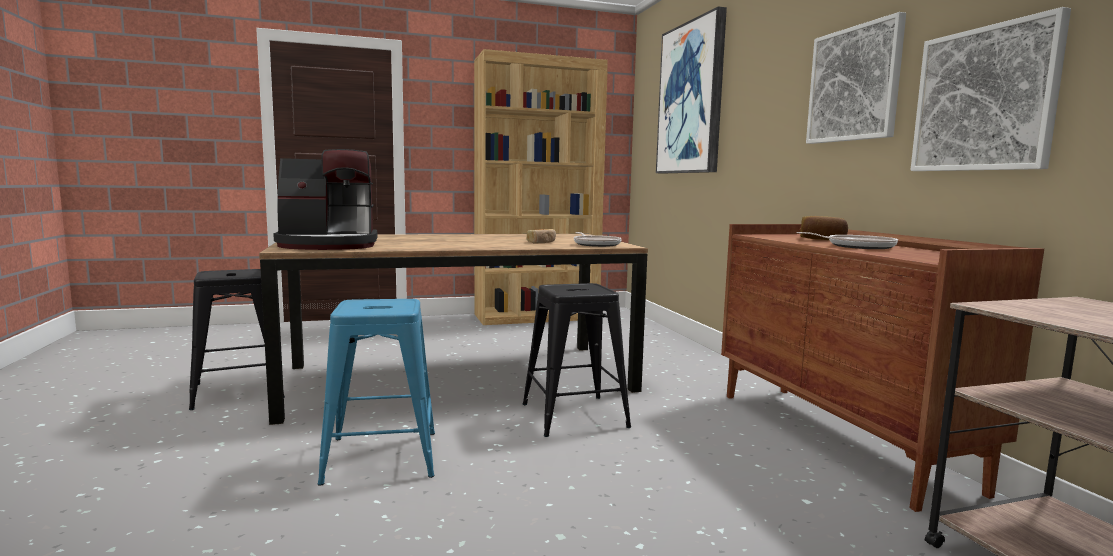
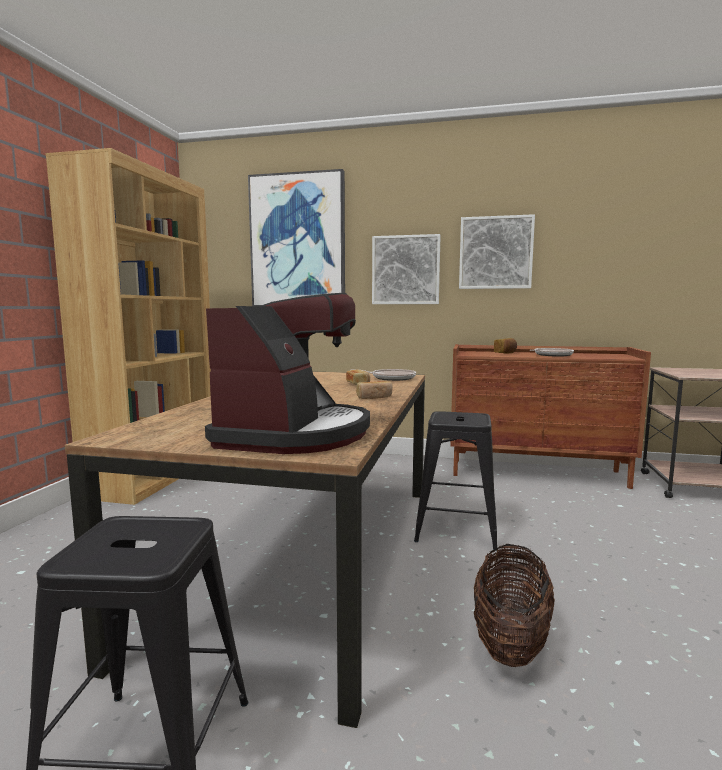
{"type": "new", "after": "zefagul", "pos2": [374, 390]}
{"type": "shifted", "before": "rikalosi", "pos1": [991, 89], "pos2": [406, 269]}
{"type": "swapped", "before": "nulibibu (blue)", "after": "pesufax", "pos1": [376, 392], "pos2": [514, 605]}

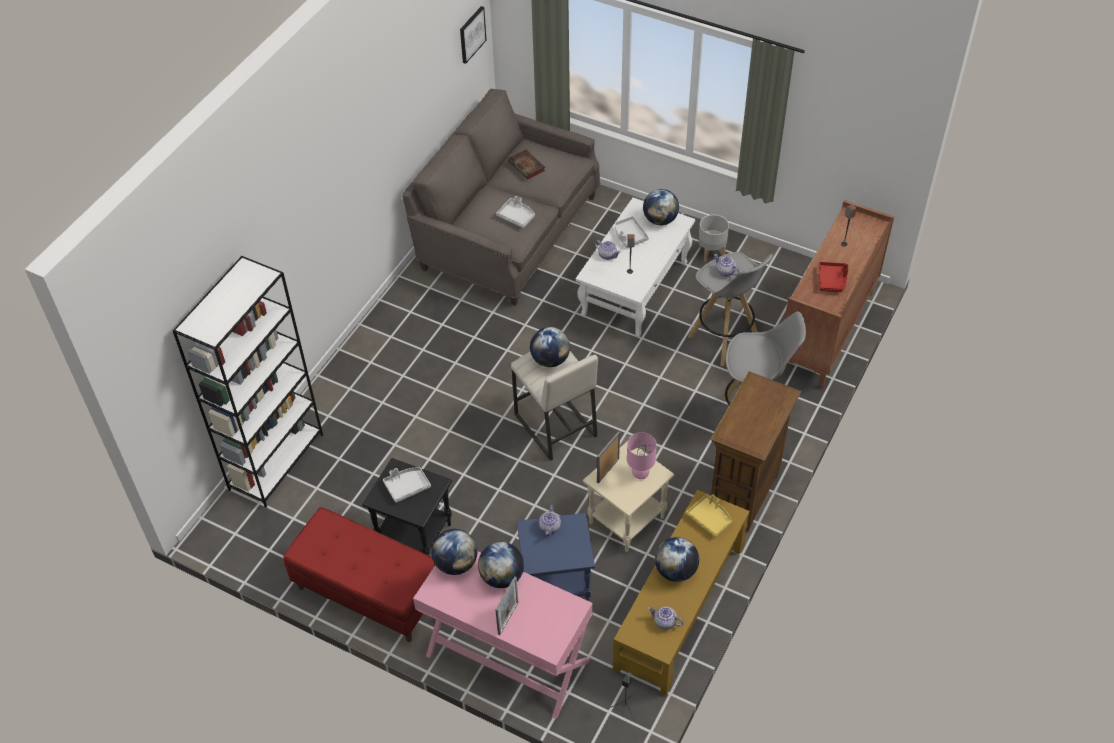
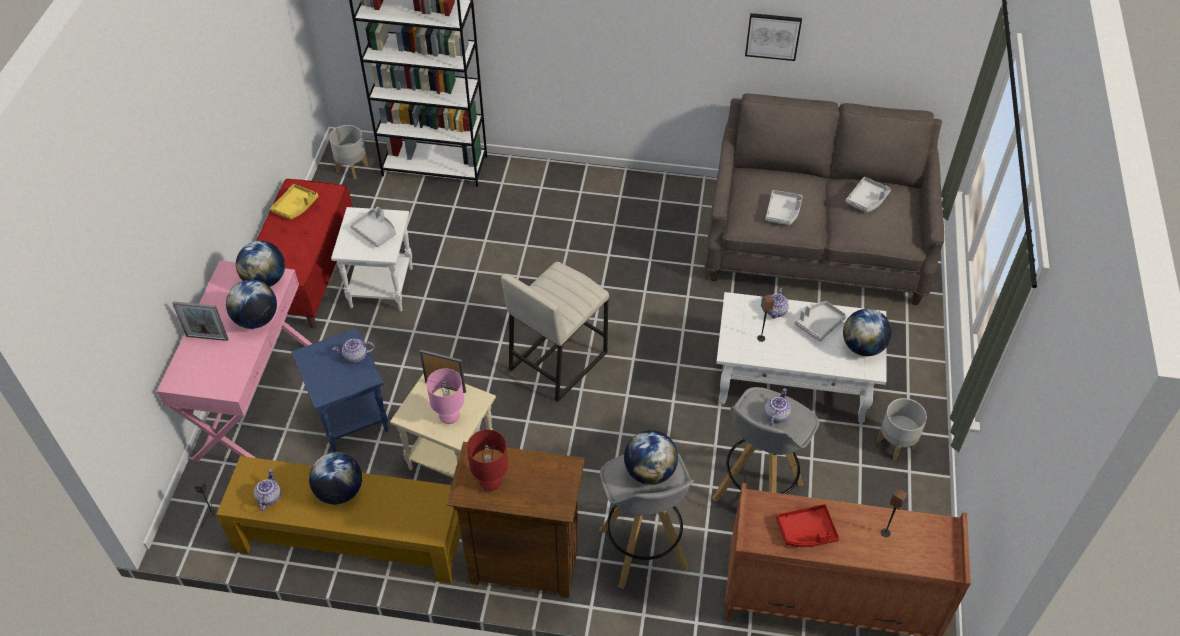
{"type": "shifted", "before": "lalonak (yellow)", "pos1": [709, 515], "pos2": [294, 201]}
{"type": "new", "after": "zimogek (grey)", "pos2": [348, 152]}
{"type": "repainted", "before": "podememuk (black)", "after": "podememuk (white)", "pos1": [407, 506], "pos2": [372, 259]}
{"type": "new", "after": "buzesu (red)", "pos2": [487, 460]}
{"type": "shifted", "before": "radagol", "pos1": [550, 347], "pos2": [651, 457]}
{"type": "shifted", "before": "rikalosi", "pos1": [473, 35], "pos2": [773, 37]}
{"type": "swapped", "before": "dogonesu", "after": "lalonak (grey)", "pos1": [526, 165], "pos2": [868, 194]}

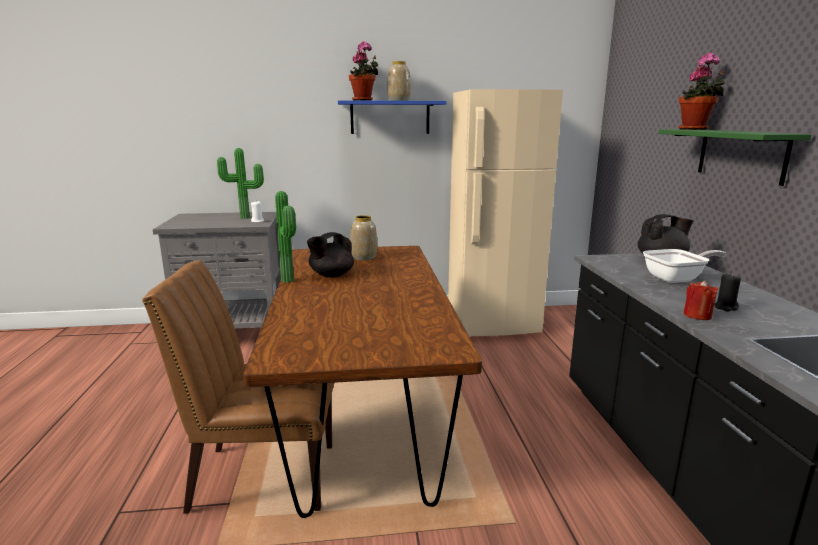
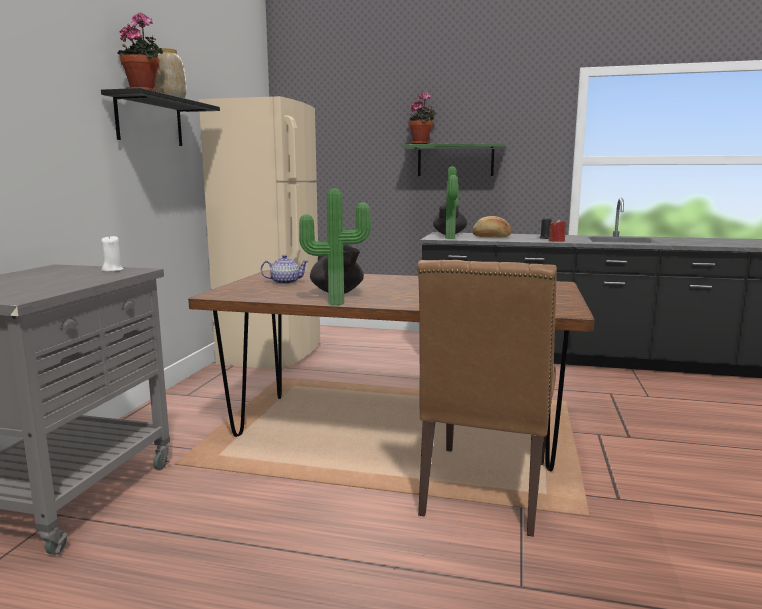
{"type": "repainted", "before": "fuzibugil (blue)", "after": "fuzibugil (black)", "pos1": [392, 117], "pos2": [160, 117]}
{"type": "swapped", "before": "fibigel", "after": "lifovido", "pos1": [363, 238], "pos2": [285, 269]}
{"type": "shifted", "before": "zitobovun", "pos1": [240, 183], "pos2": [452, 202]}
{"type": "swapped", "before": "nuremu", "after": "zefagul", "pos1": [684, 266], "pos2": [491, 226]}

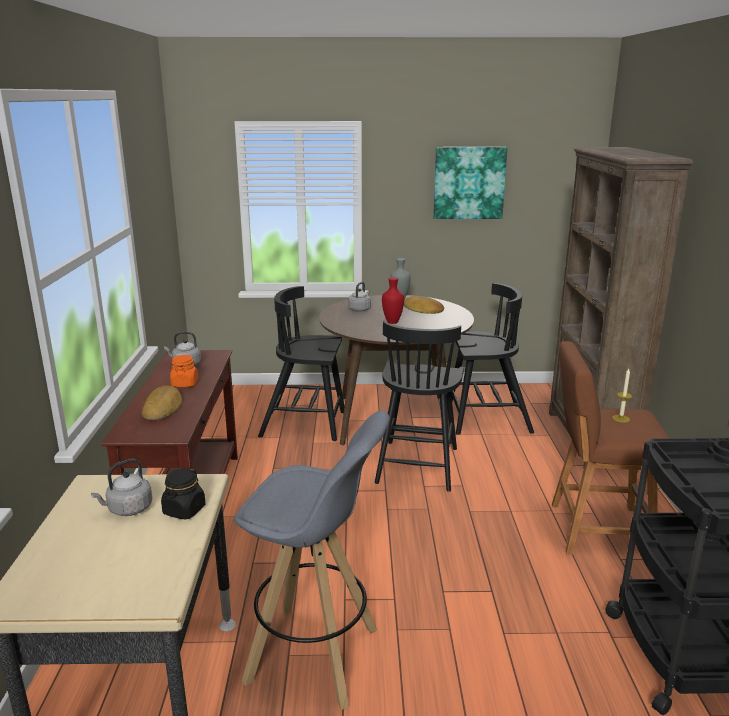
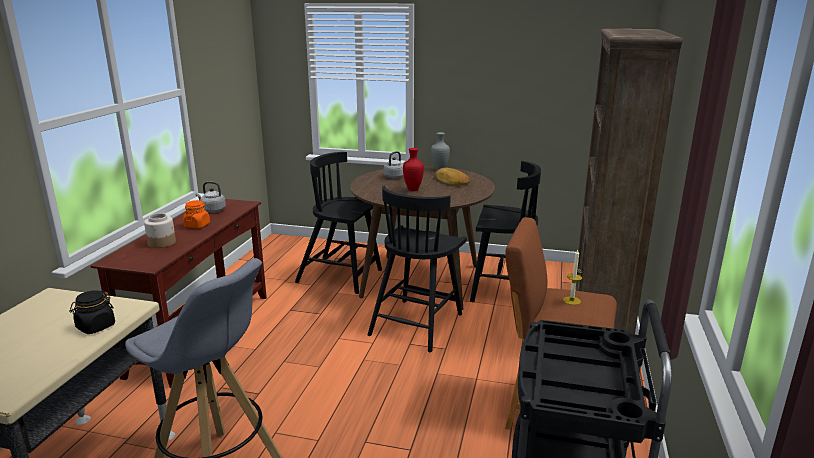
{"type": "swapped", "before": "zefagul", "after": "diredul", "pos1": [162, 402], "pos2": [160, 230]}
{"type": "gone", "before": "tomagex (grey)", "pos1": [121, 487]}
{"type": "gone", "before": "rikalosi", "pos1": [470, 183]}

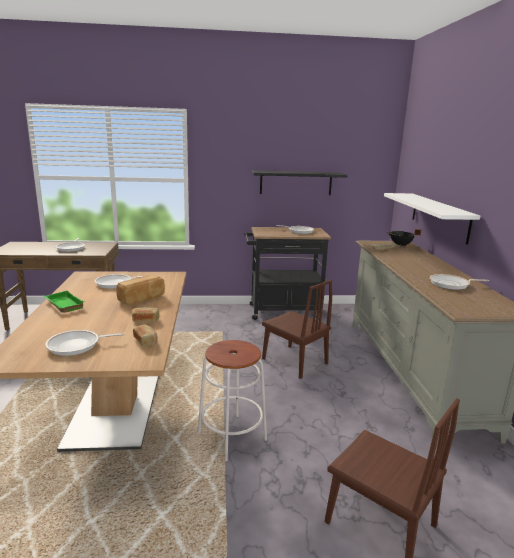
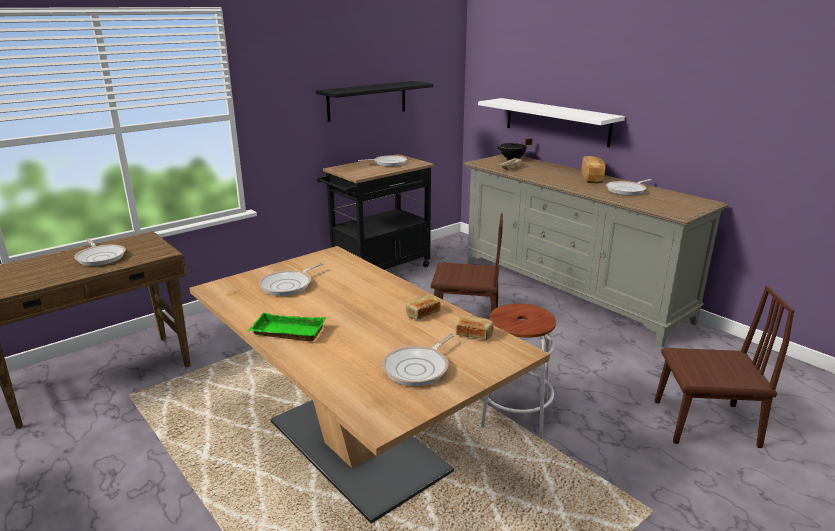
{"type": "shifted", "before": "zefagul", "pos1": [140, 290], "pos2": [593, 169]}

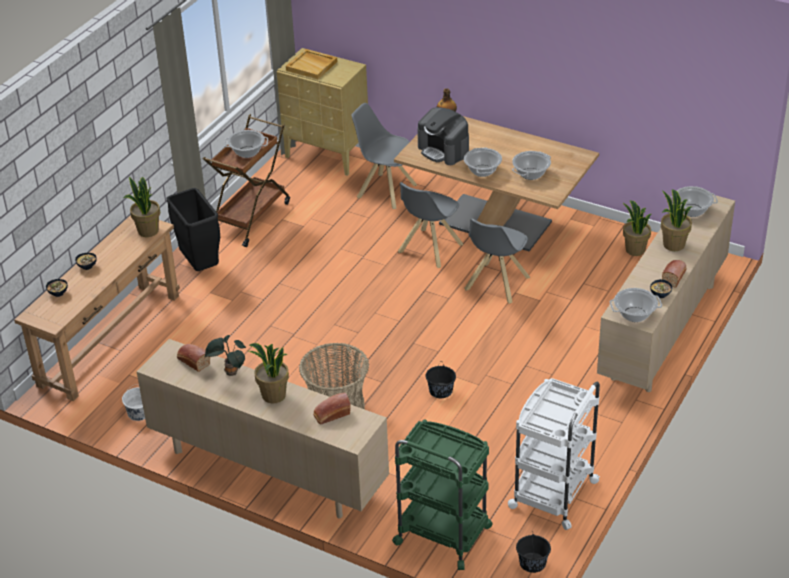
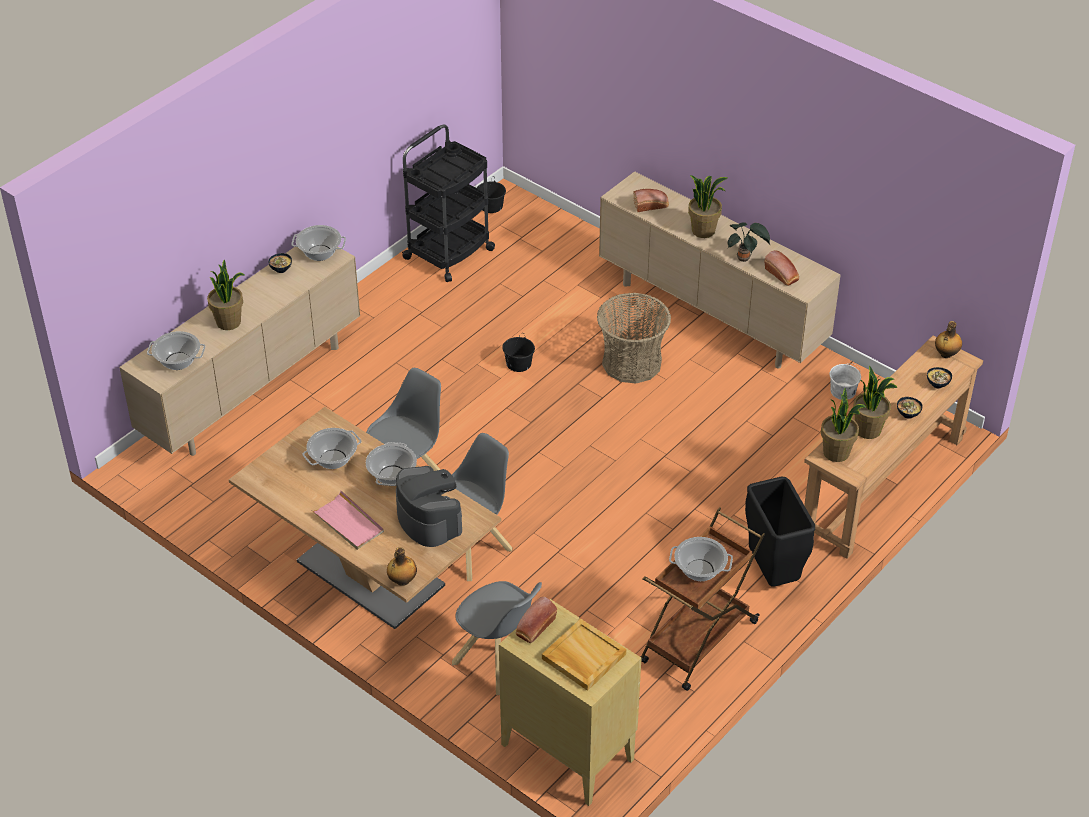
{"type": "new", "after": "lalonak (pink)", "pos2": [347, 520]}
{"type": "repainted", "before": "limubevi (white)", "after": "limubevi (black)", "pos1": [554, 454], "pos2": [448, 203]}
{"type": "shifted", "before": "zefagul", "pos1": [674, 274], "pos2": [536, 619]}
{"type": "shifted", "before": "zitobovun", "pos1": [636, 228], "pos2": [875, 402]}
{"type": "new", "after": "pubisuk", "pos2": [948, 339]}
{"type": "gone", "before": "limubevi (green)", "pos1": [442, 495]}

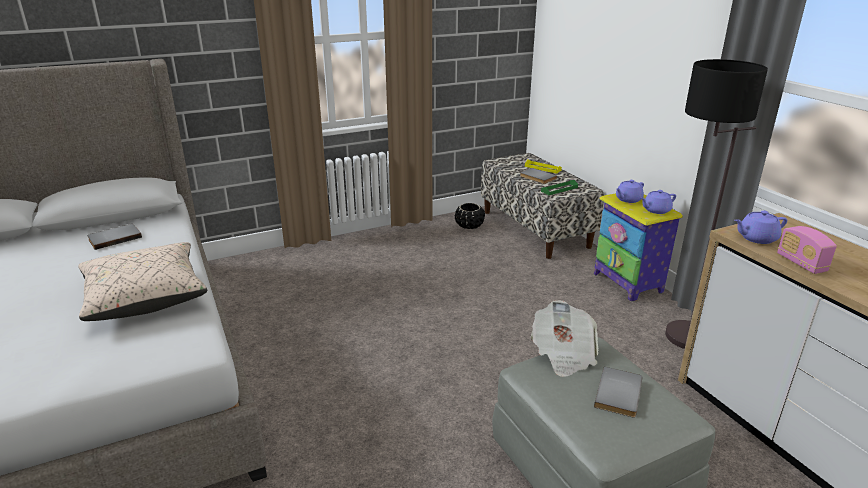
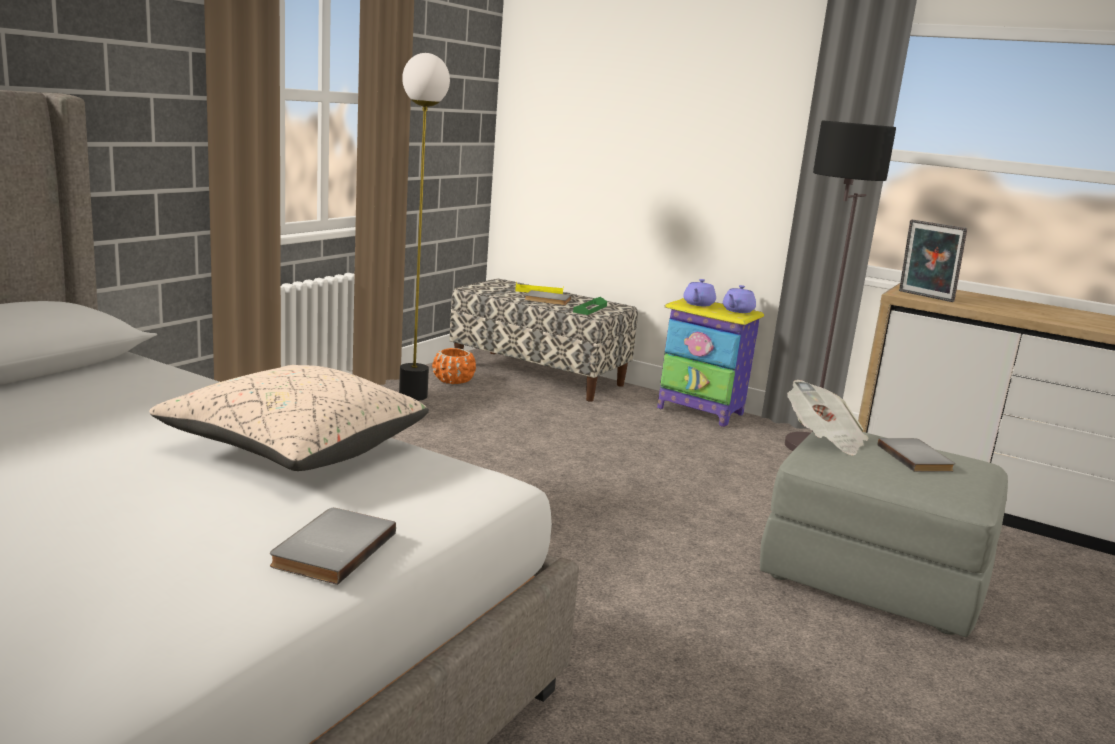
{"type": "shifted", "before": "dogonesu (grey)", "pos1": [114, 237], "pos2": [333, 546]}
{"type": "new", "after": "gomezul", "pos2": [424, 227]}
{"type": "repainted", "before": "zimogek (black)", "after": "zimogek (orange)", "pos1": [470, 216], "pos2": [454, 366]}
{"type": "swapped", "before": "lifovido (purple)", "after": "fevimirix", "pos1": [761, 227], "pos2": [933, 261]}
{"type": "gone", "before": "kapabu", "pos1": [807, 250]}

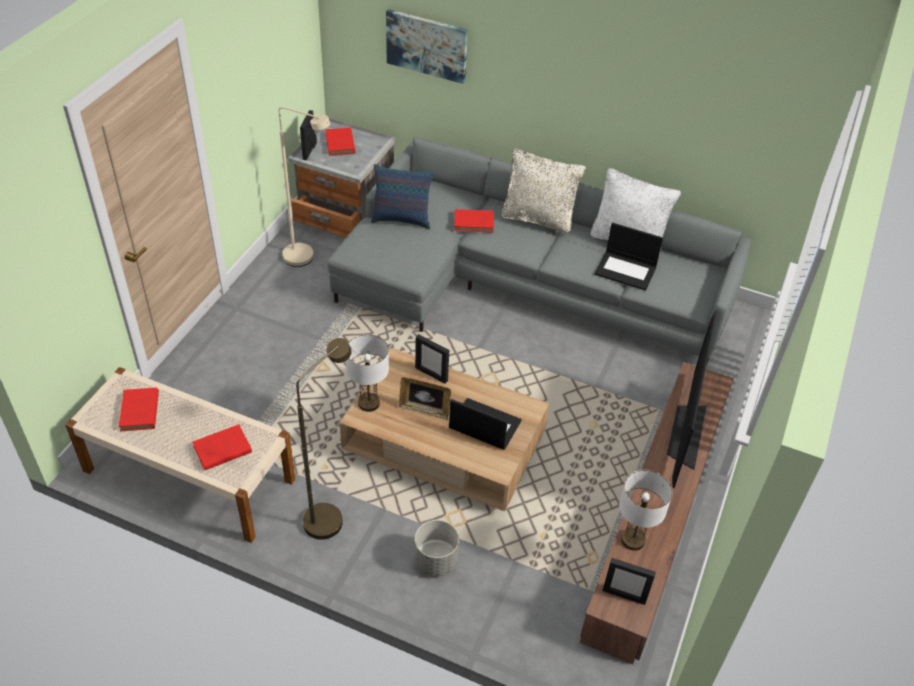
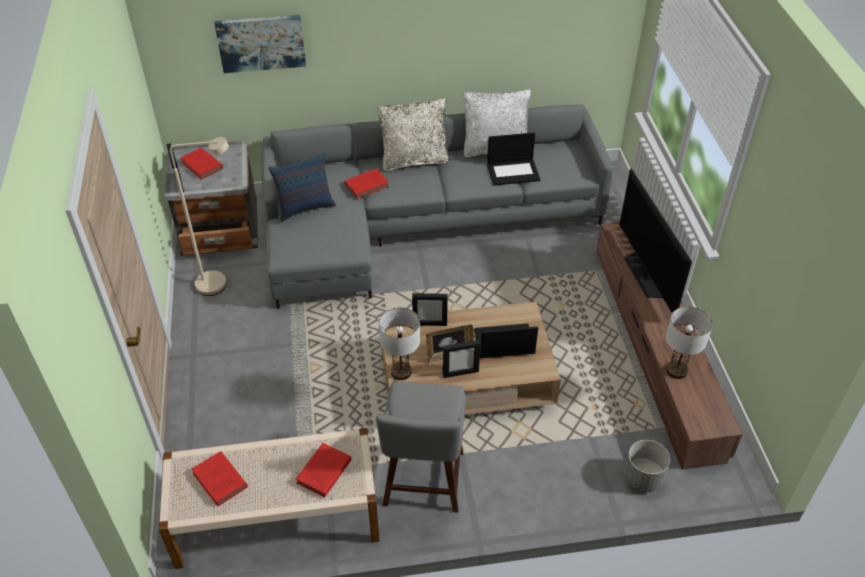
{"type": "swapped", "before": "gomezul (brown)", "after": "nulibibu (grey)", "pos1": [324, 439], "pos2": [421, 446]}
{"type": "shifted", "before": "fevimirix", "pos1": [629, 581], "pos2": [461, 359]}
{"type": "shifted", "before": "zimogek (grey)", "pos1": [436, 548], "pos2": [647, 466]}

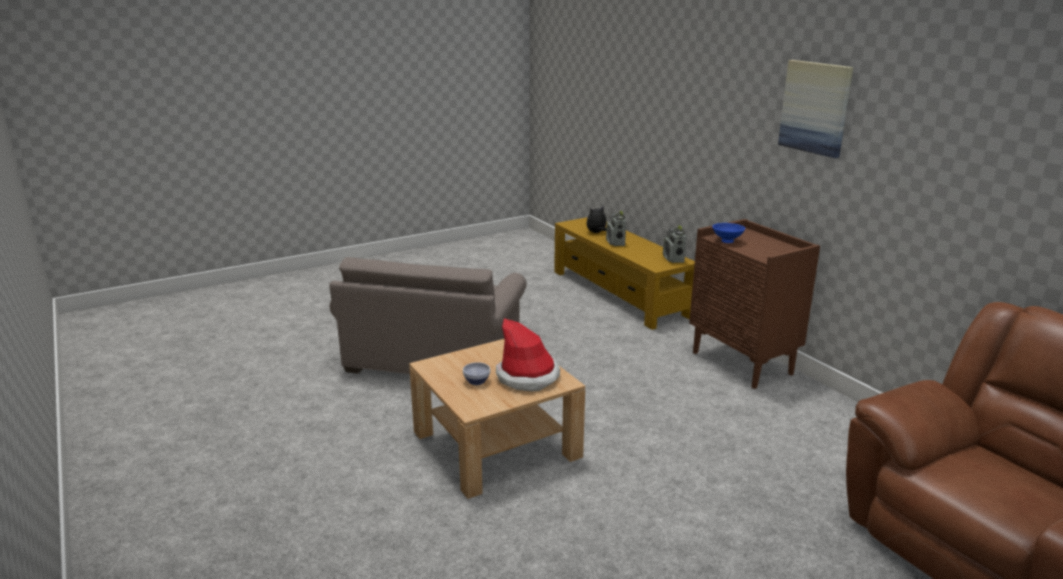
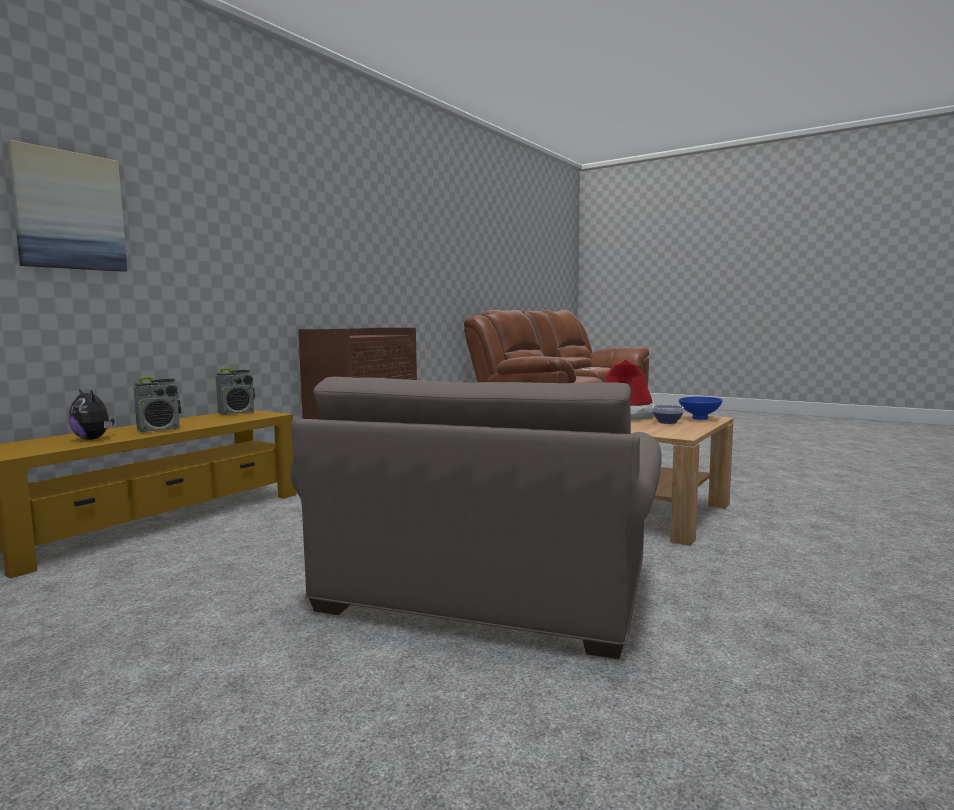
{"type": "shifted", "before": "rikalosi", "pos1": [815, 109], "pos2": [67, 206]}
{"type": "rotated", "before": "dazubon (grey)", "pos1": [428, 315], "pos2": [476, 518], "turn": 120}
{"type": "shifted", "before": "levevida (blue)", "pos1": [728, 233], "pos2": [701, 408]}

